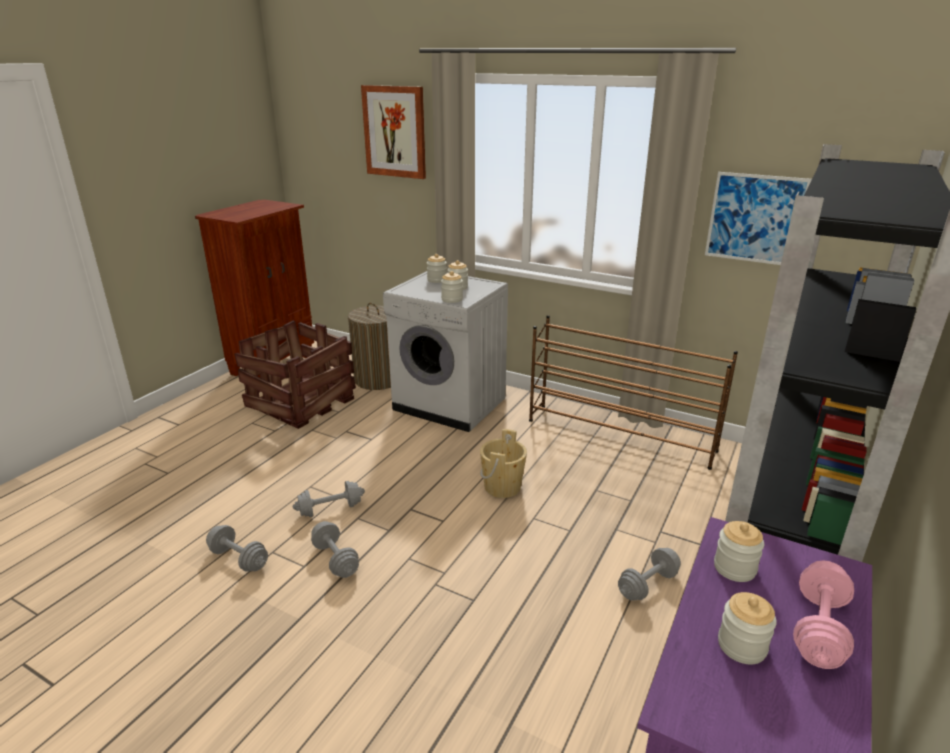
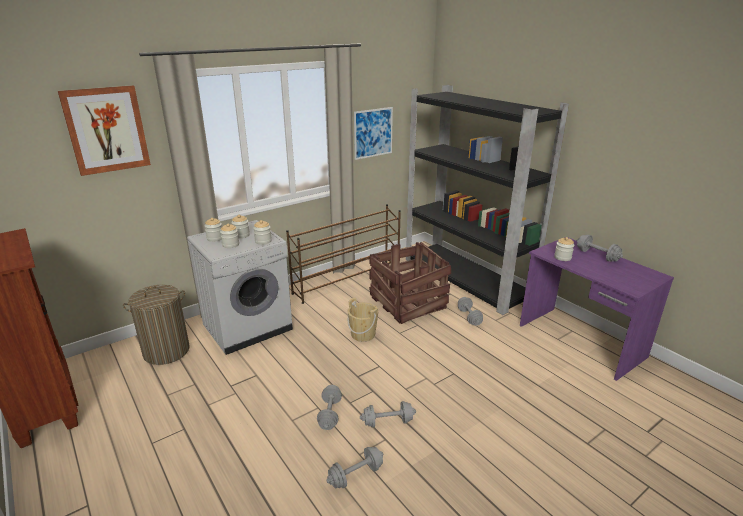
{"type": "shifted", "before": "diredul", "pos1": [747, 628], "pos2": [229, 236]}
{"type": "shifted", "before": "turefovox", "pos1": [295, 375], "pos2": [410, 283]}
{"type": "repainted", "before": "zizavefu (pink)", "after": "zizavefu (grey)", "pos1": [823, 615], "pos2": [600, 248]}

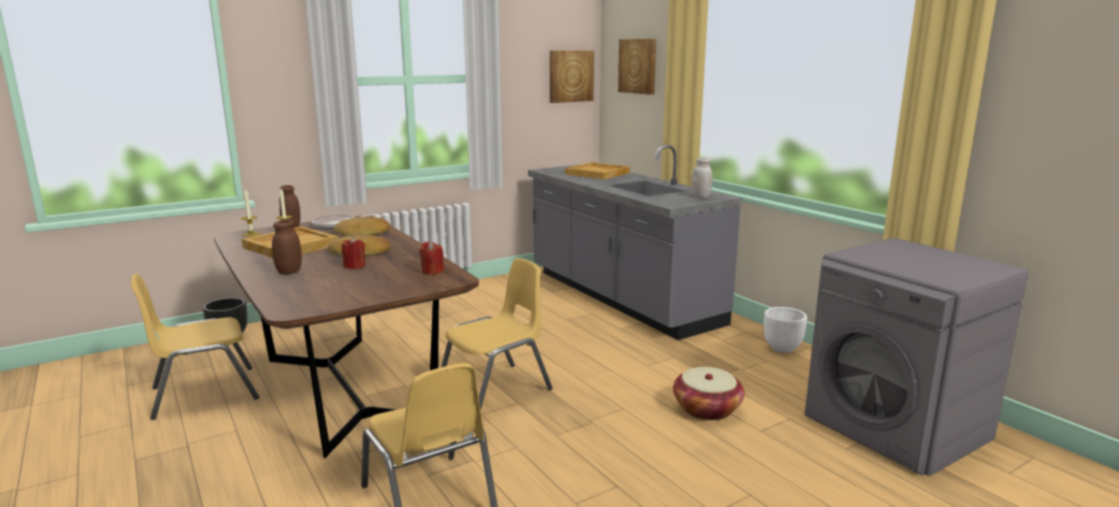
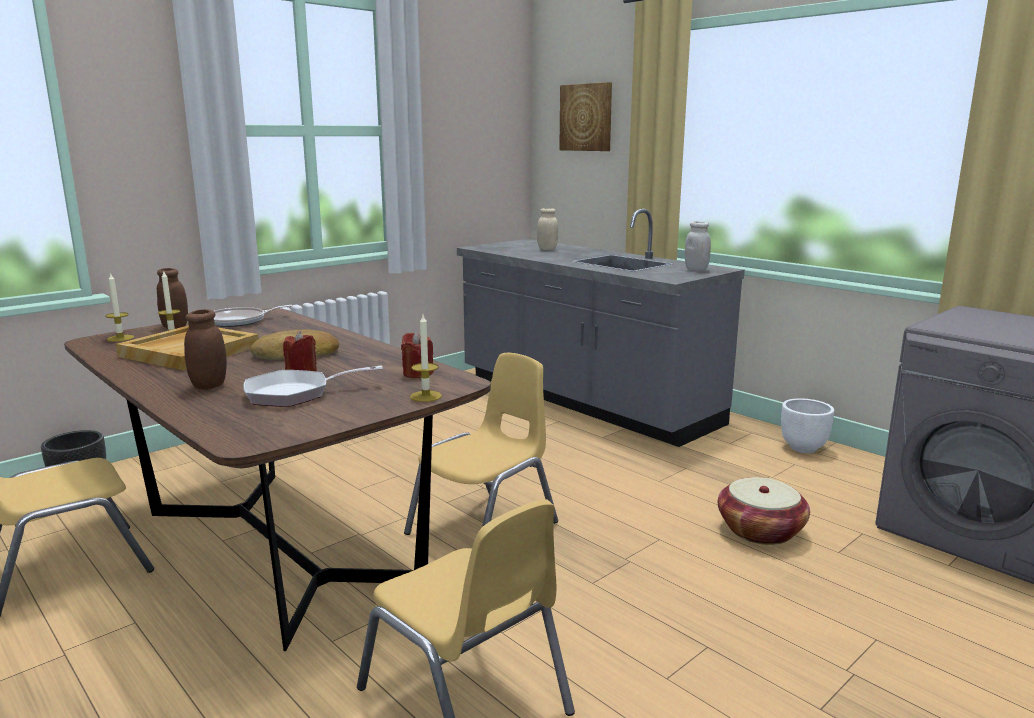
{"type": "new", "after": "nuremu", "pos2": [313, 386]}
{"type": "new", "after": "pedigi", "pos2": [426, 358]}
{"type": "swapped", "before": "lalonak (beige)", "after": "diredul (beige)", "pos1": [597, 171], "pos2": [547, 229]}
{"type": "gone", "before": "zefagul", "pos1": [362, 226]}
{"type": "gone", "before": "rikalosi", "pos1": [572, 76]}

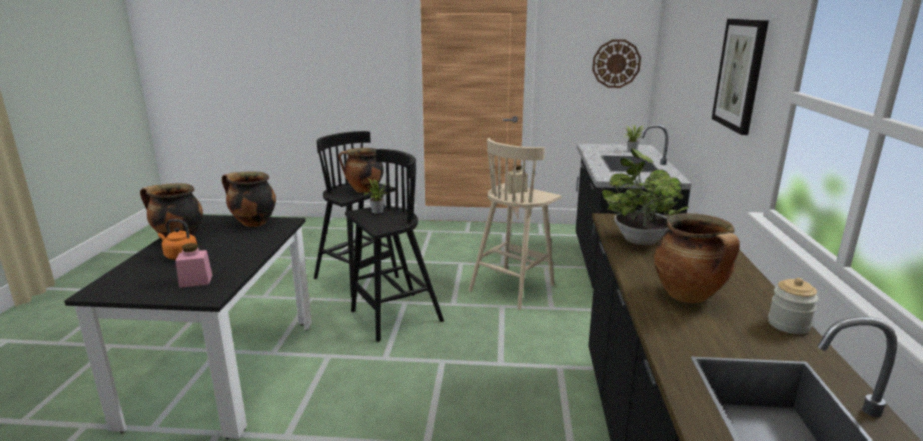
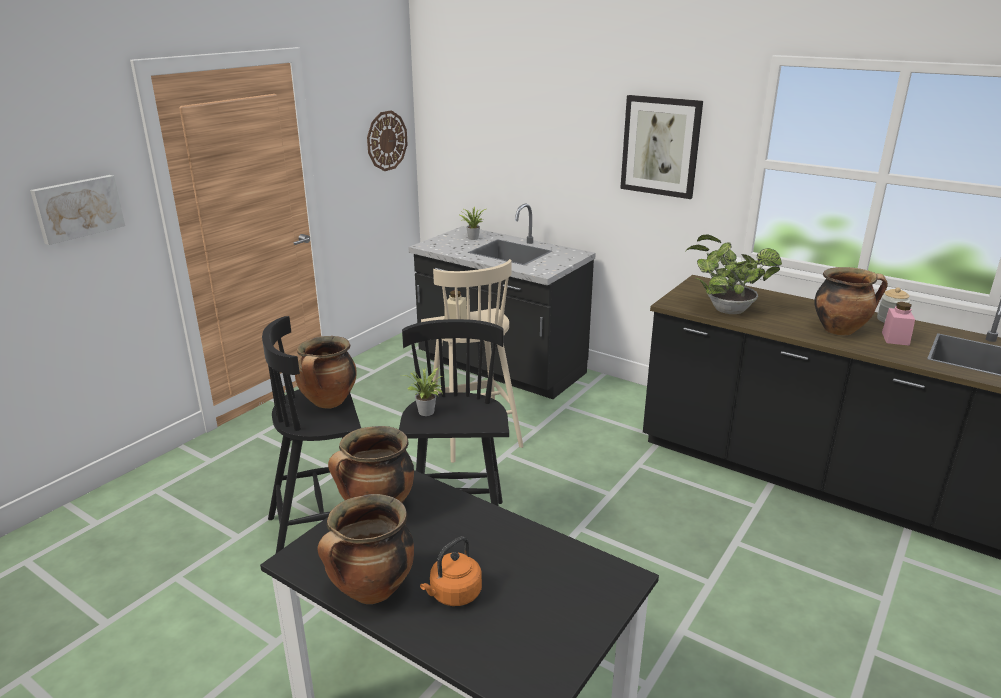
{"type": "new", "after": "rikalosi", "pos2": [77, 210]}
{"type": "shifted", "before": "diredul (pink)", "pos1": [193, 265], "pos2": [898, 324]}

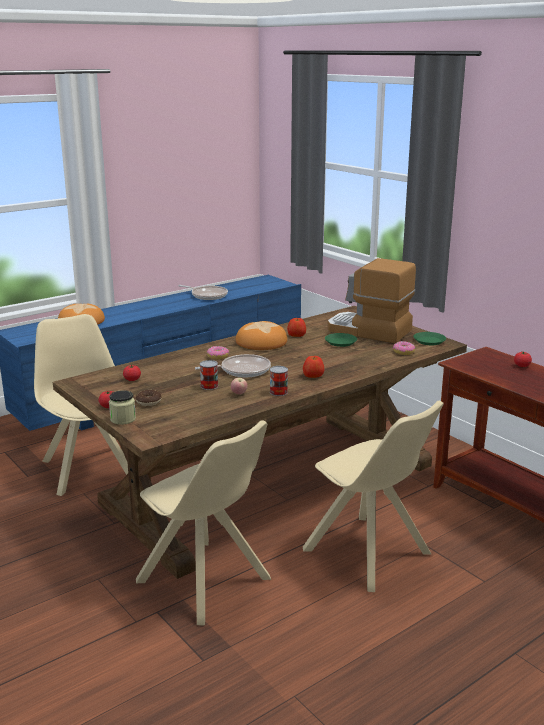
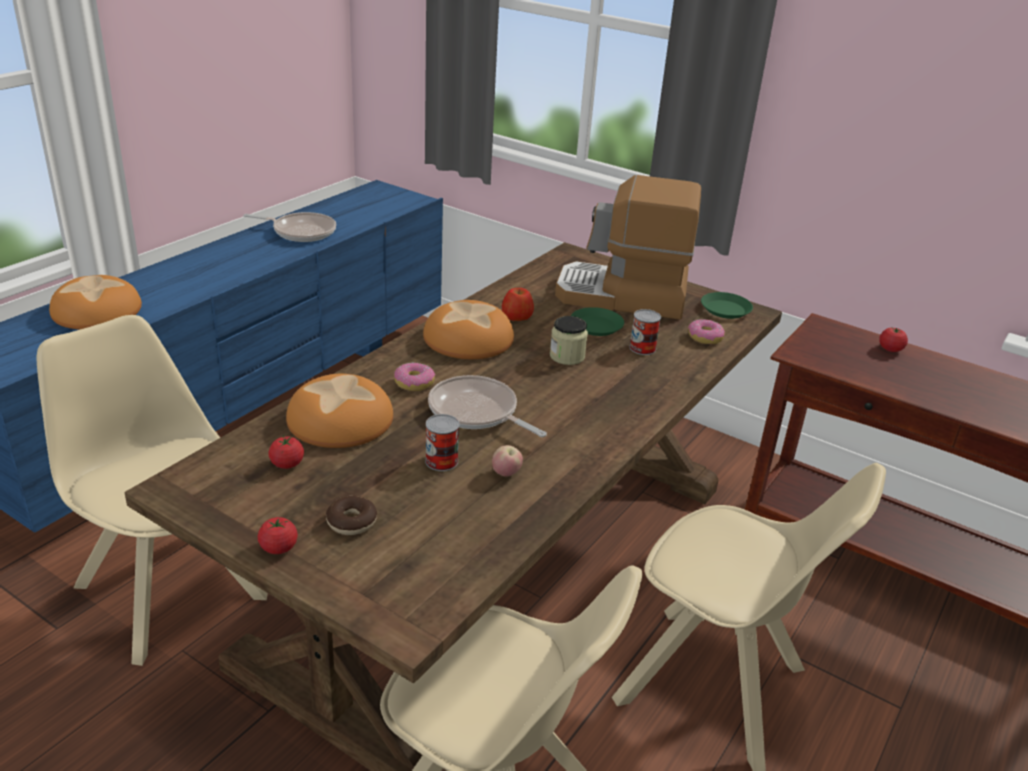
{"type": "new", "after": "zefagul", "pos2": [339, 411]}
{"type": "rotated", "before": "nuremu", "pos1": [233, 365], "pos2": [487, 406], "turn": -105}
{"type": "shifted", "before": "diredul", "pos1": [122, 407], "pos2": [569, 340]}
{"type": "shifted", "before": "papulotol", "pos1": [279, 381], "pos2": [645, 332]}
{"type": "gone", "before": "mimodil", "pos1": [313, 367]}

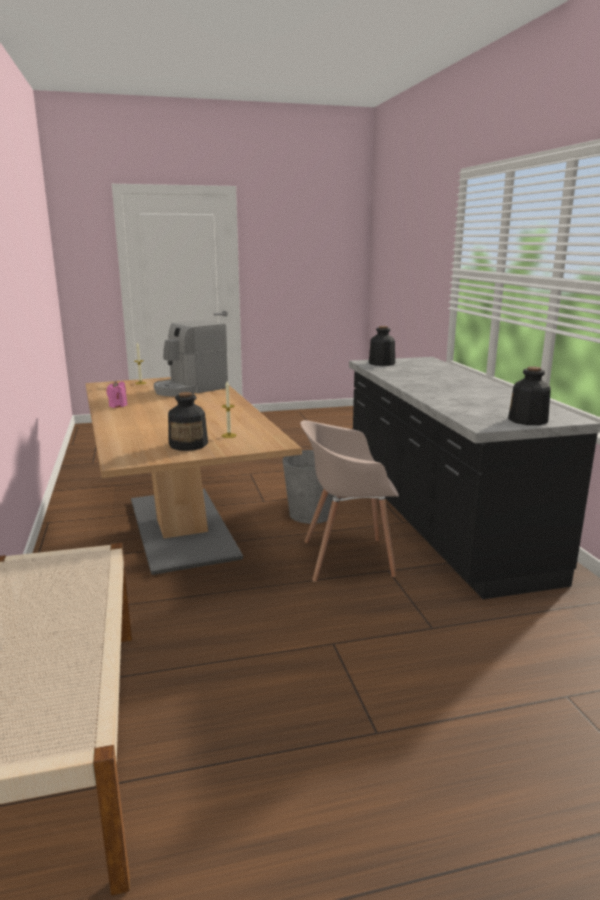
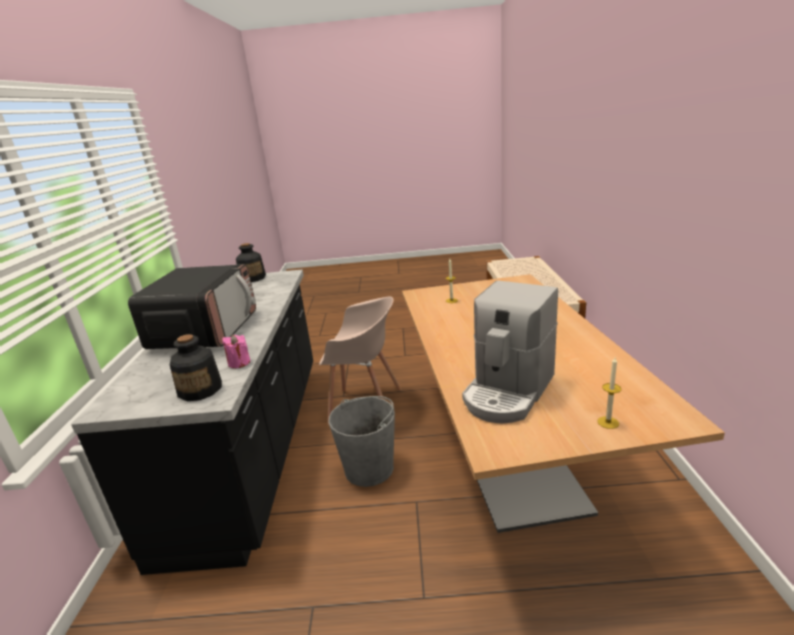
{"type": "new", "after": "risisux", "pos2": [192, 306]}
{"type": "shifted", "before": "pedigi (pink)", "pos1": [116, 394], "pos2": [236, 351]}
{"type": "rotated", "before": "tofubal", "pos1": [191, 358], "pos2": [510, 352], "turn": 150}
{"type": "gone", "before": "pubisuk", "pos1": [188, 421]}

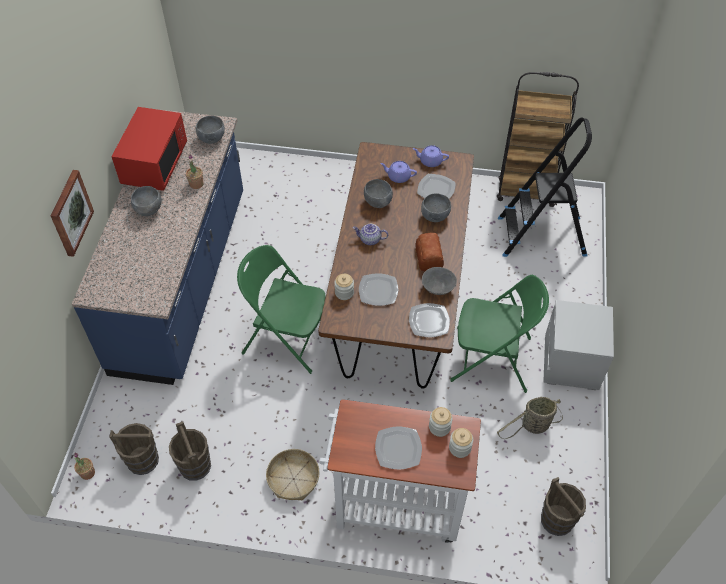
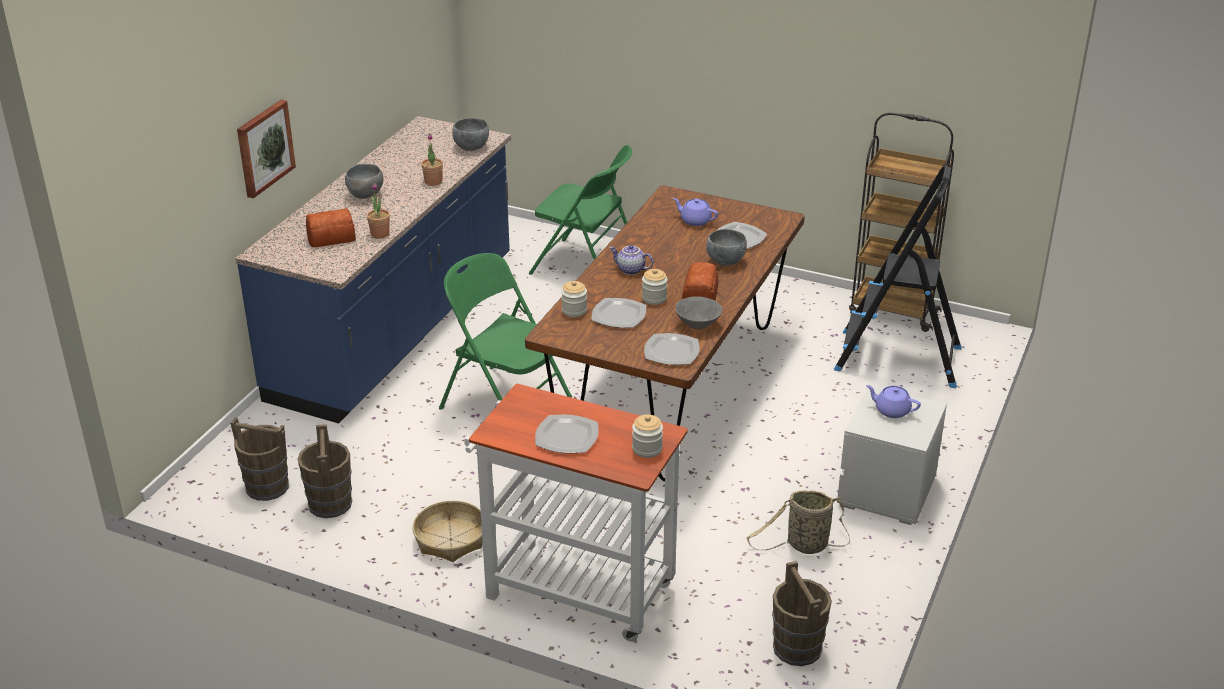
{"type": "new", "after": "zefagul", "pos2": [331, 227]}
{"type": "shifted", "before": "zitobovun", "pos1": [84, 466], "pos2": [378, 211]}
{"type": "shifted", "before": "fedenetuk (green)", "pos1": [499, 334], "pos2": [580, 210]}
{"type": "shifted", "before": "diredul", "pos1": [441, 422], "pos2": [655, 287]}
{"type": "shifted", "before": "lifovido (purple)", "pos1": [430, 156], "pos2": [893, 401]}
{"type": "gone", "before": "risisux (red)", "pos1": [149, 149]}
{"type": "gone", "before": "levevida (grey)", "pos1": [378, 193]}

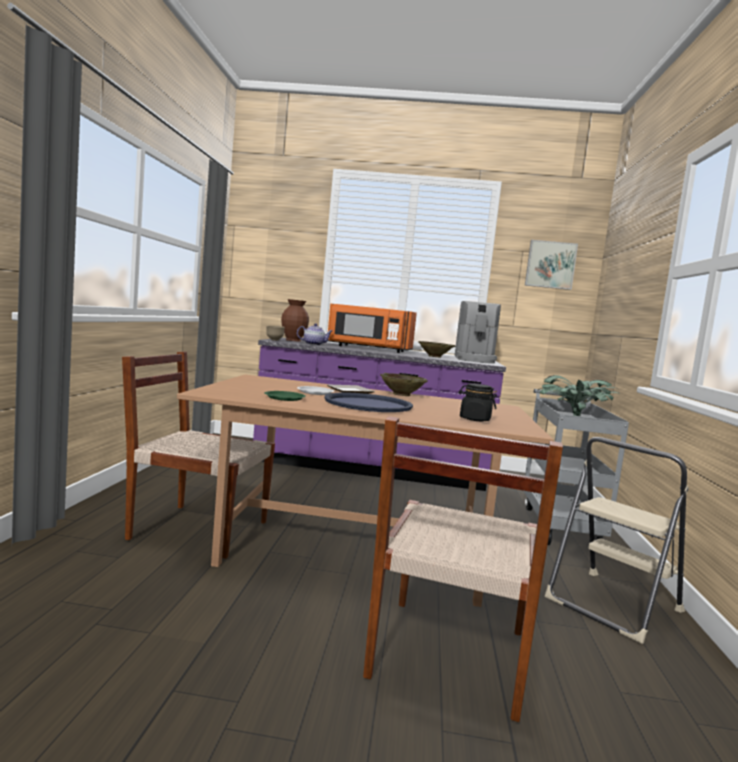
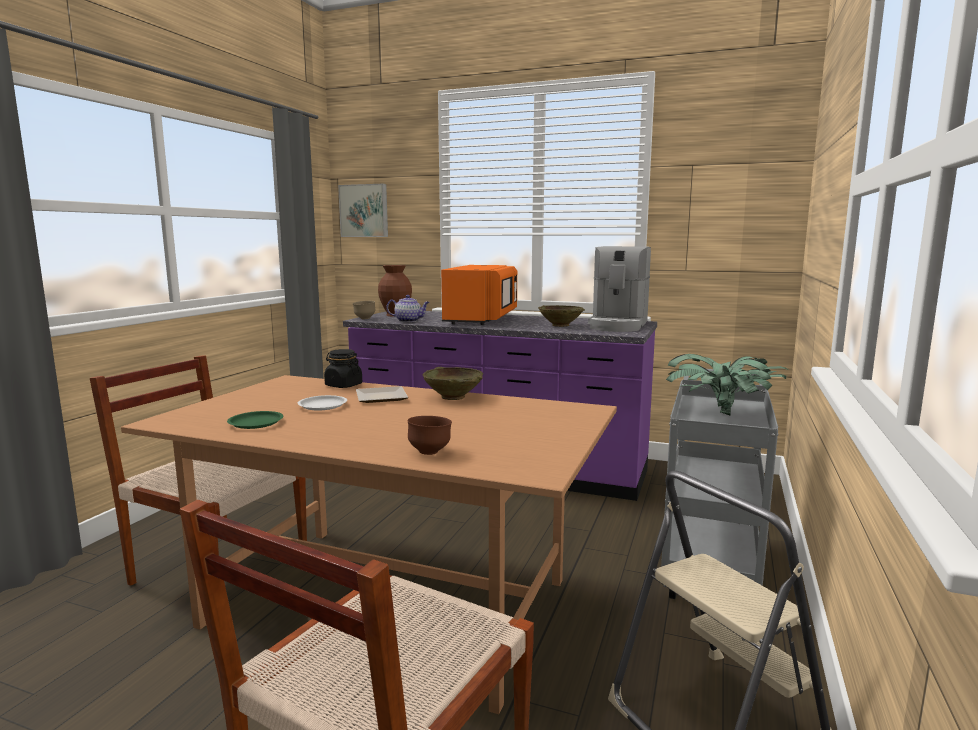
{"type": "shifted", "before": "diredul (black)", "pos1": [477, 402], "pos2": [343, 368]}
{"type": "shifted", "before": "rikalosi", "pos1": [551, 265], "pos2": [363, 210]}
{"type": "new", "after": "levevida (brown)", "pos2": [430, 435]}
{"type": "rotated", "before": "risisux (orange)", "pos1": [372, 328], "pos2": [479, 295], "turn": -105}
{"type": "gone", "before": "lalonak (blue)", "pos1": [368, 402]}

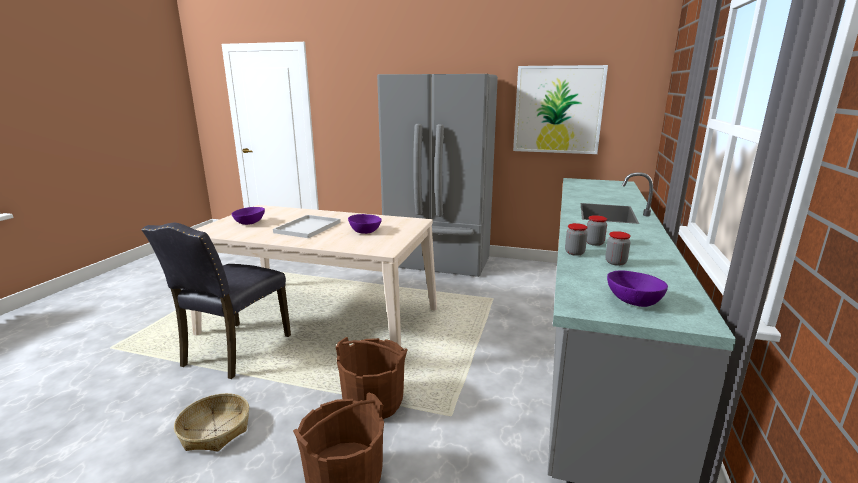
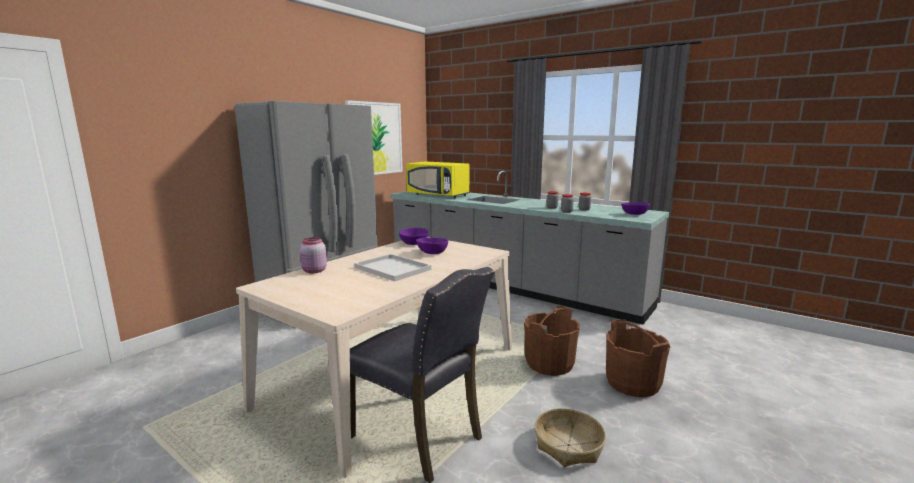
{"type": "new", "after": "diredul (pink)", "pos2": [313, 255]}
{"type": "shifted", "before": "levevida (purple)", "pos1": [248, 216], "pos2": [414, 236]}
{"type": "new", "after": "risisux (yellow)", "pos2": [438, 179]}

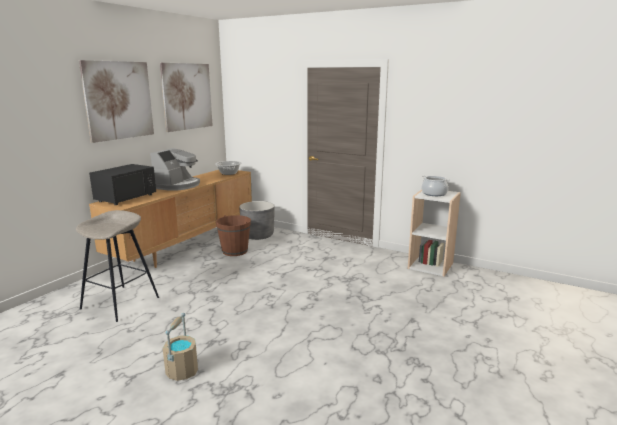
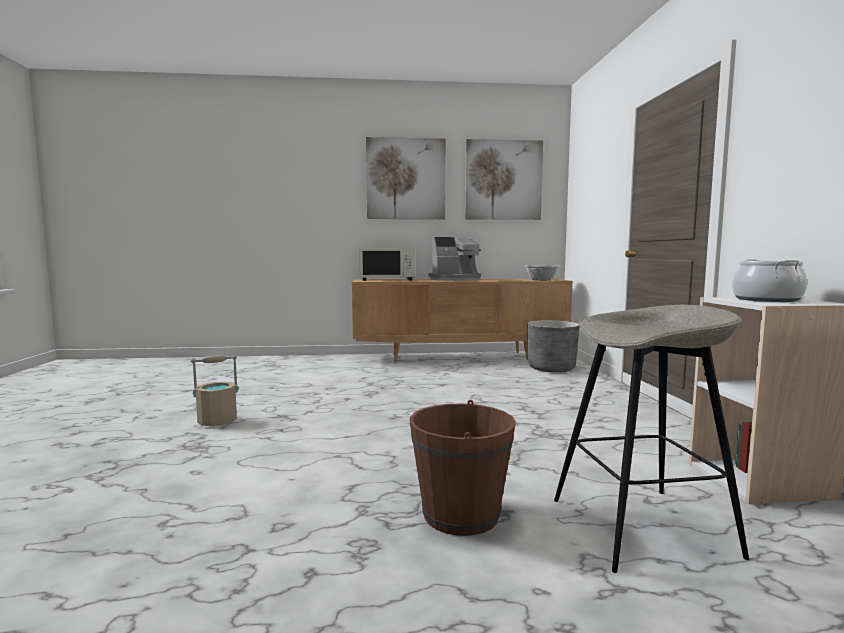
{"type": "repainted", "before": "risisux (black)", "after": "risisux (white)", "pos1": [122, 184], "pos2": [387, 264]}
{"type": "shifted", "before": "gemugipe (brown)", "pos1": [233, 235], "pos2": [463, 468]}
{"type": "shifted", "before": "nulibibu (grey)", "pos1": [117, 266], "pos2": [651, 439]}

